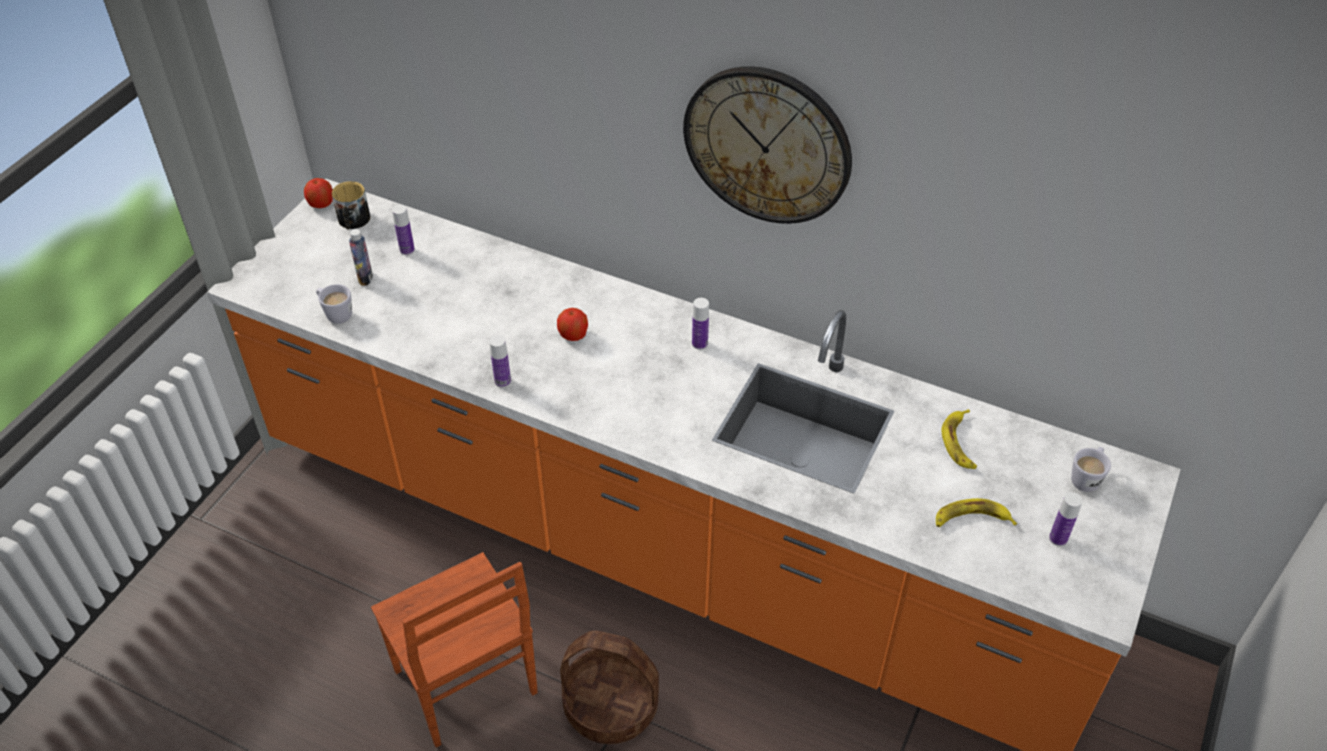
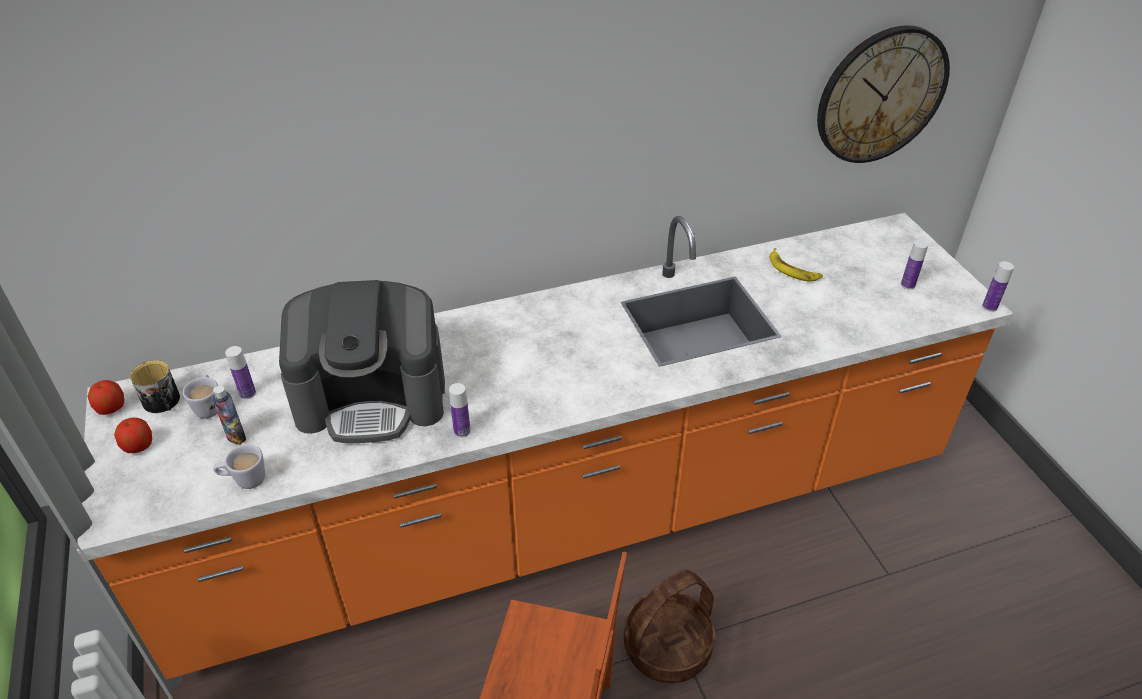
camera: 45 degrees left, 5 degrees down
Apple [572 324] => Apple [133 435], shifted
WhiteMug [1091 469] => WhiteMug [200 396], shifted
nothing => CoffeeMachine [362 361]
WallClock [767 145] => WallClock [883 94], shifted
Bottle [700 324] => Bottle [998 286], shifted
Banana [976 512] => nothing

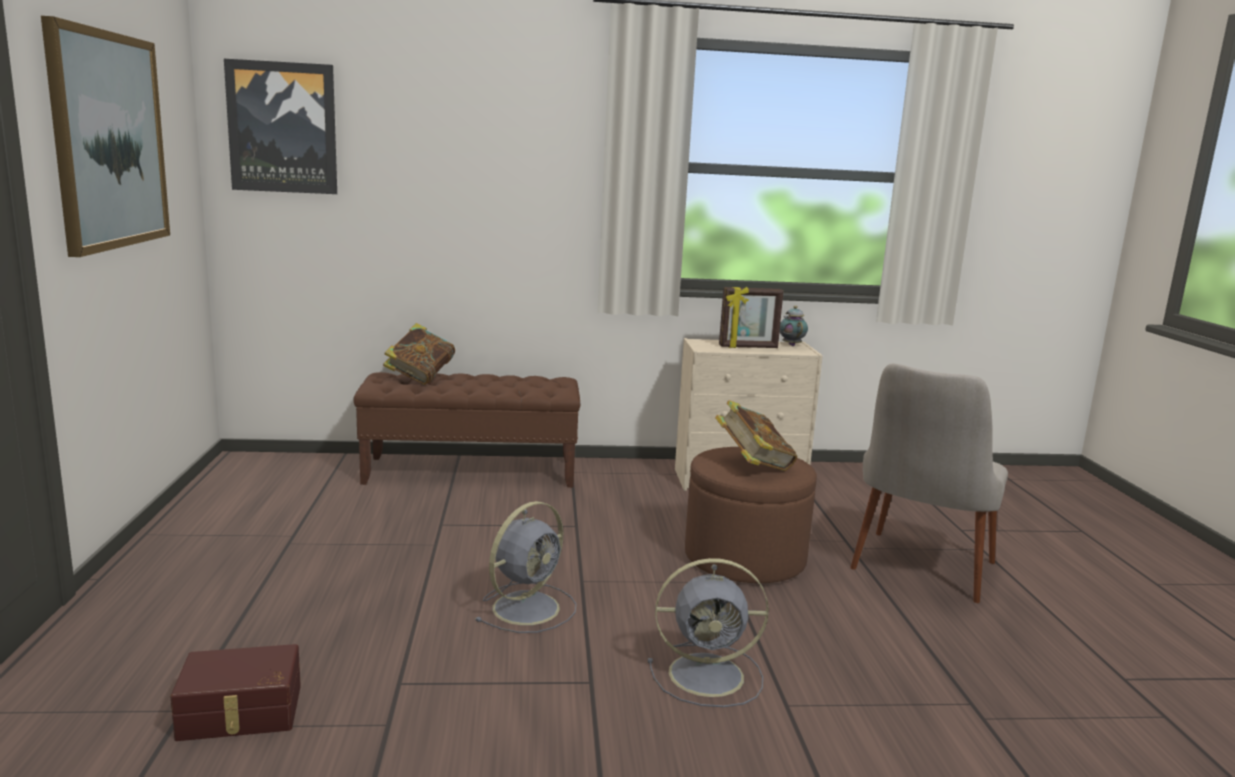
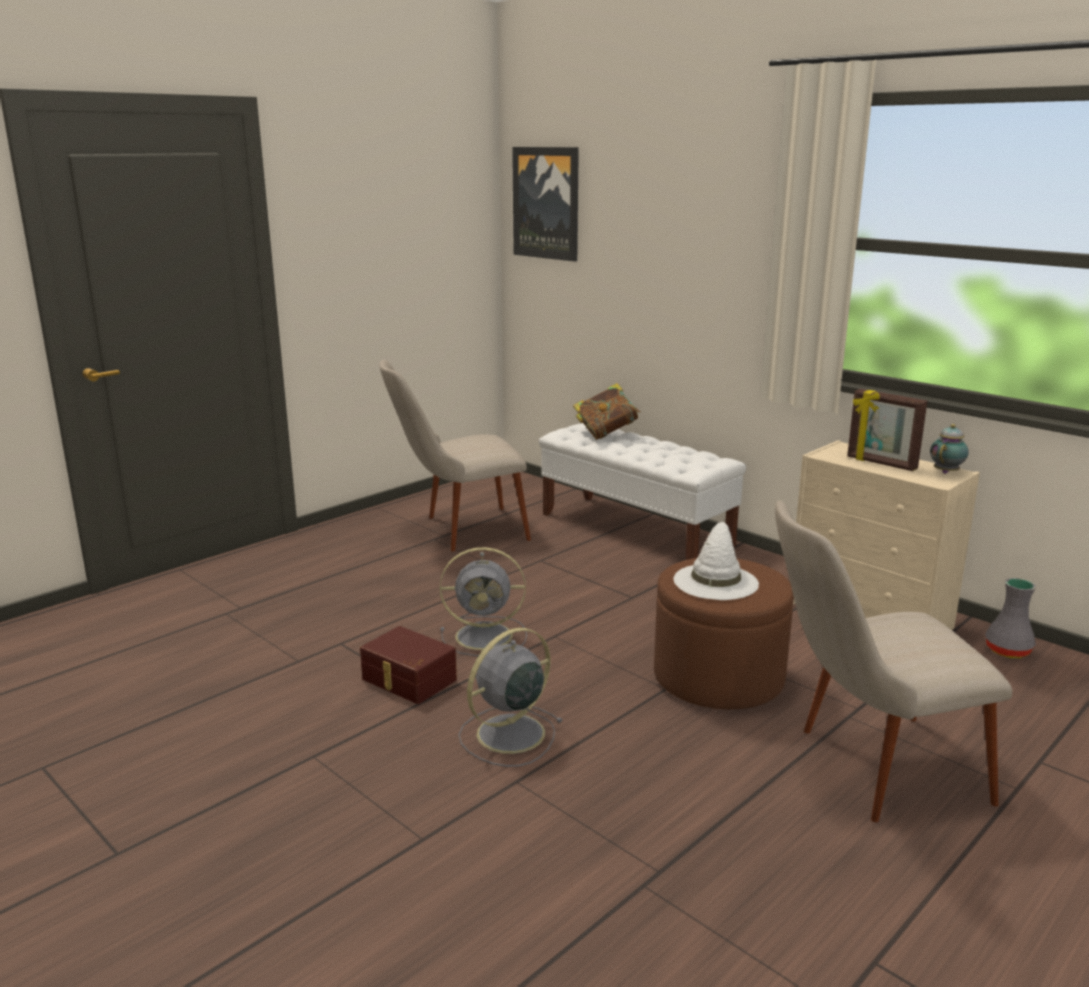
camera: 50 degrees right, 5 degrees up
BrownStorageBox [235 692] => BrownStorageBox [408 665], shifted
nothing => BeigeChair [455 455]
GreyFan [708 632] => GreyFan [510 697], 90 degrees clockwise
BrownBench [466 430] => WhiteBench [642 491]
Book [756 435] => WhiteHat [716 561]
nothing => GreyVase [1010 618]
Picture [105 136] => nothing

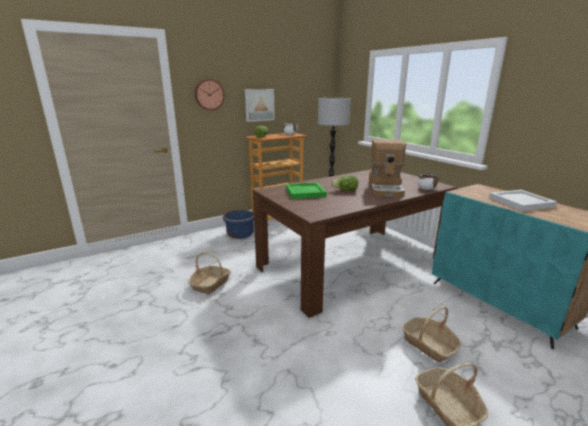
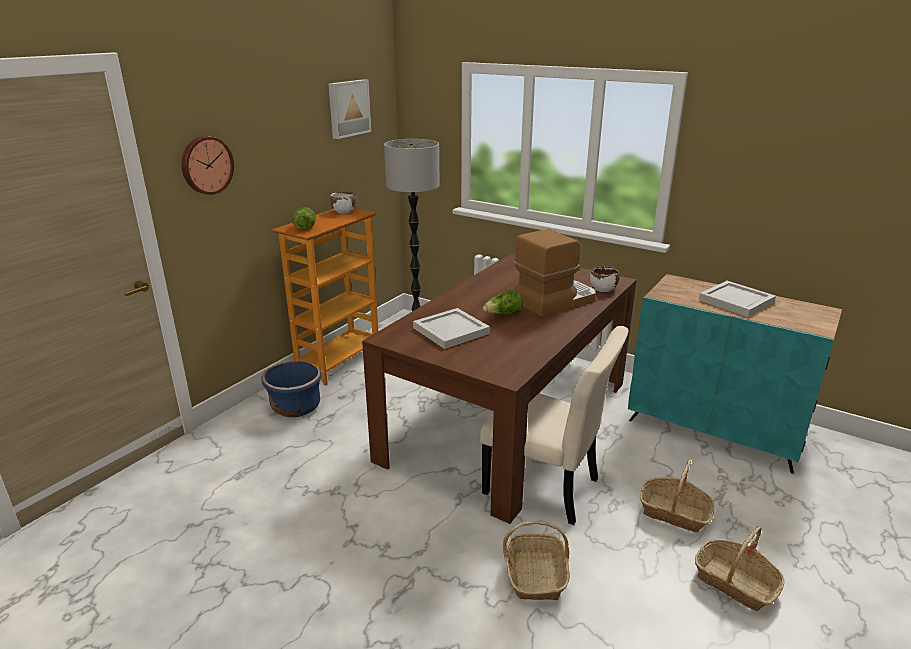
camera: 25 degrees left, 5 degrees up
Picture [260 105] => Picture [349 109], shifted
GreenTray [306 190] => WhiteTray [451 328]
nothing => BeigeChair [554 425]
Basket [209 273] => Basket [536 560], shifted
CoffeeMachine [387 168] => CoffeeMachine [555 273], 105 degrees counterclockwise

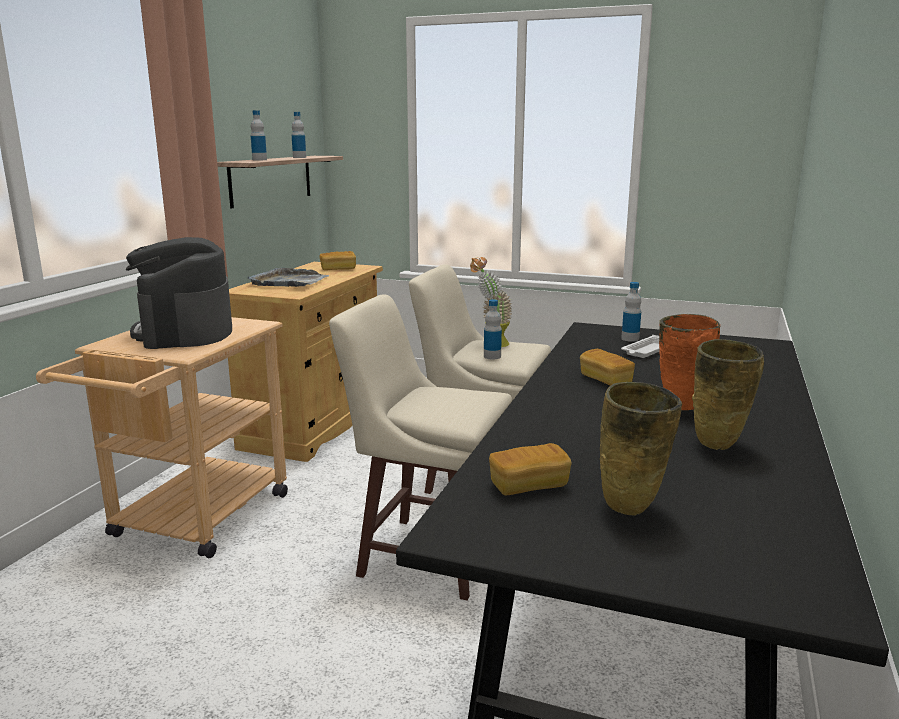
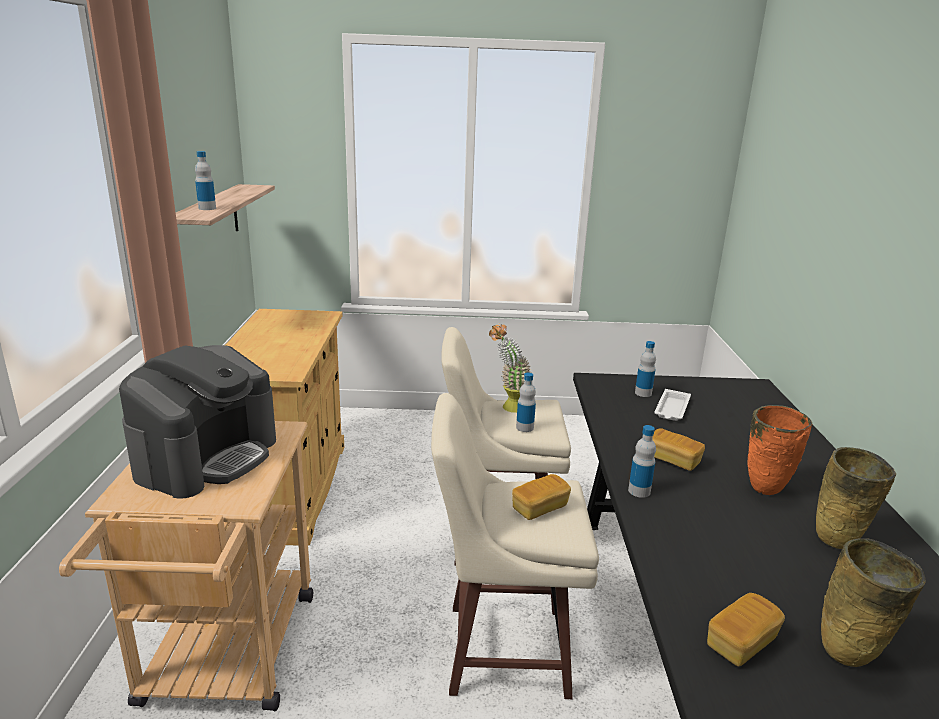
camera: 20 degrees left, 5 degrees up
CoffeeMachine [179 293] => CoffeeMachine [197 422], 120 degrees counterclockwise
Bread [337 260] => Bread [541 497], shifted
Bottle [299 135] => Bottle [642 461], shifted
GreyTray [288 277] => nothing

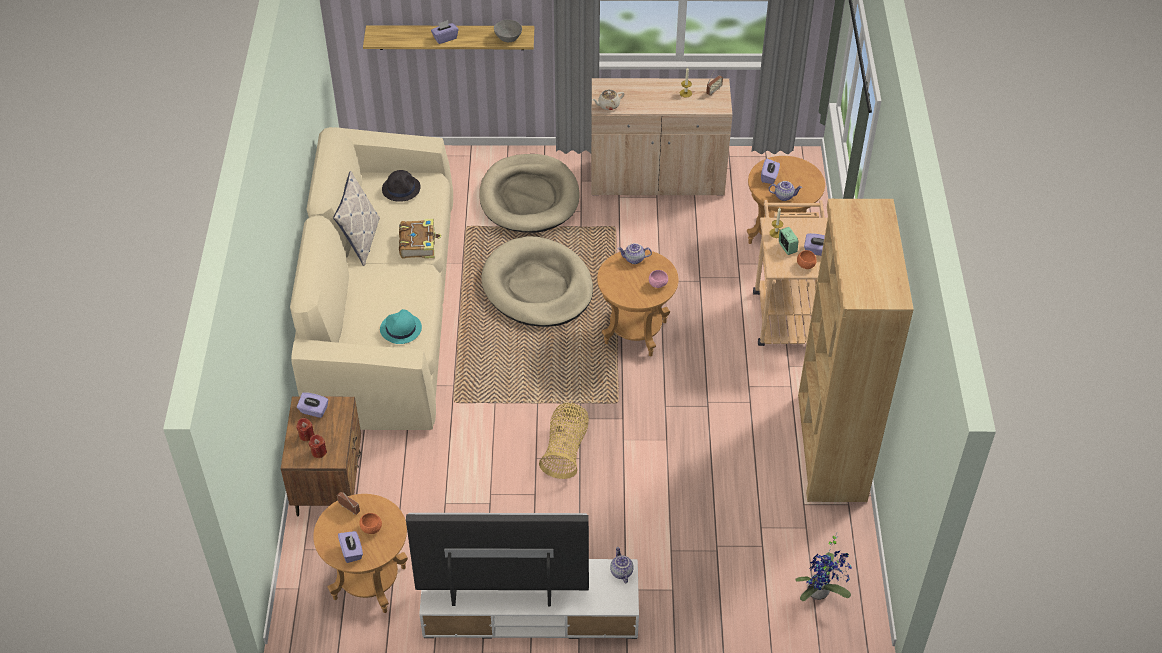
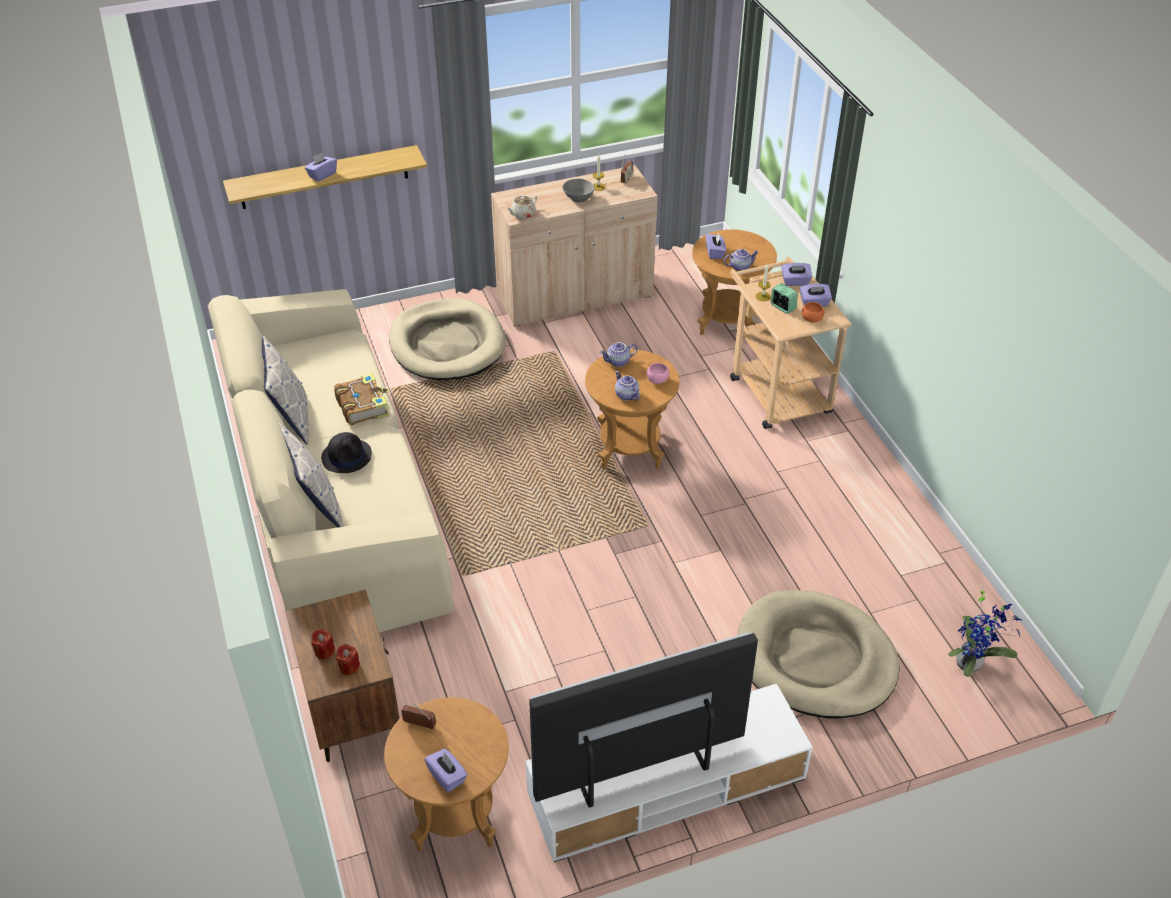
camera: 20 degrees left, 5 degrees down
nothing => Pillow [311 475]
BlackHat [401 186] => BlackHat [346 452], shifted
GreyBowl [508 31] => GreyBowl [579 190], shifted
Teapot [622 565] => Teapot [627 386], shifted
BeigeDogBed [537 281] => BeigeDogBed [818 654], shifted
PurpleTissueBox [312 405] => PurpleTissueBox [796 274], shifted
OrangeBowl [370 523] => nothing
TurquoiseHat [401 326] => nothing
Basket [564 441] => nothing
BrownBookcase [856 350] => nothing

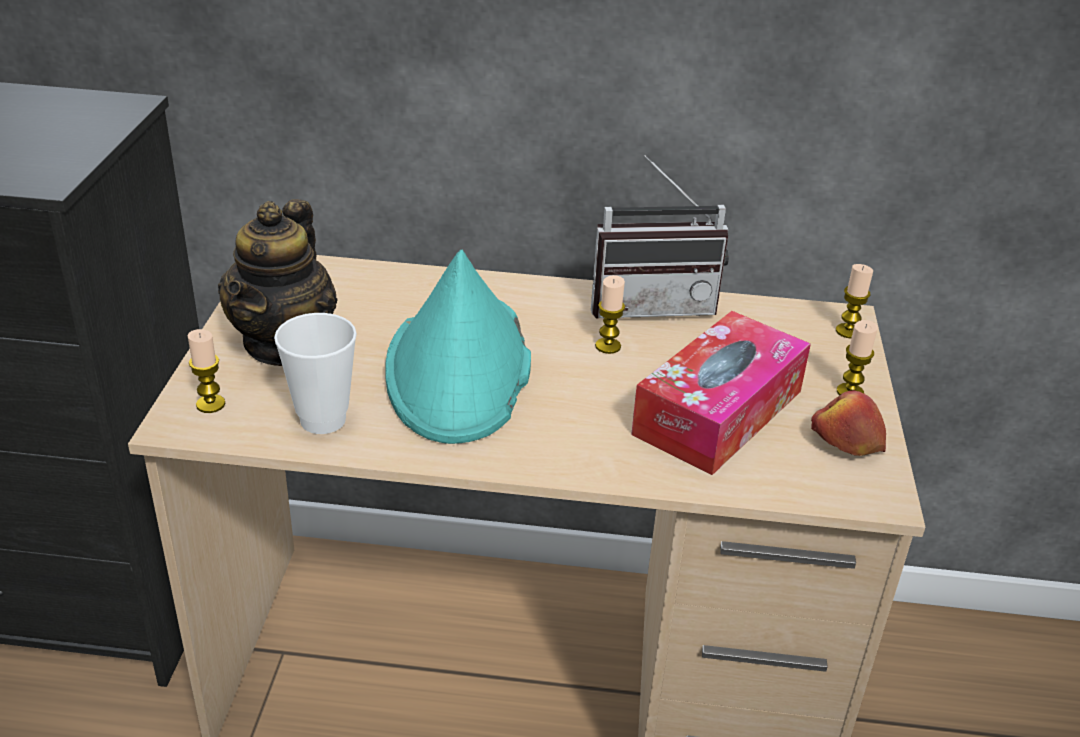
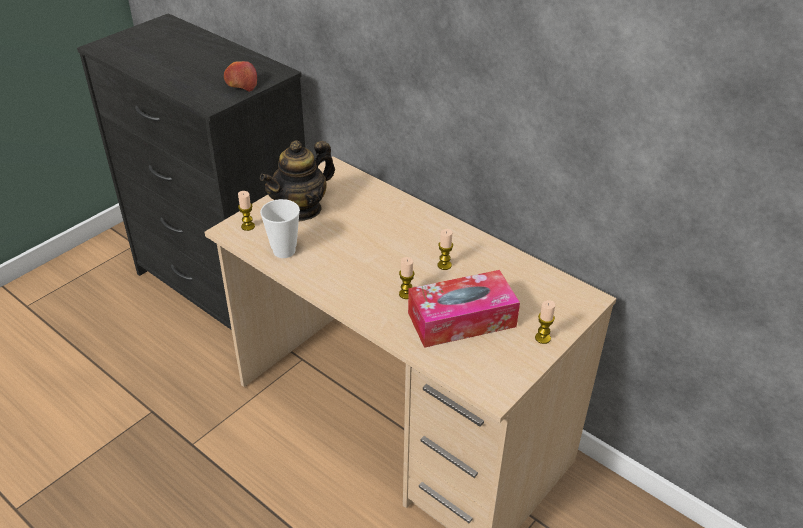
camera: 35 degrees right, 5 degrees up
Apple [848 423] => Apple [240 76], shifted
Candle [854 301] => Candle [407 278], shifted
TurquoiseHat [458 347] => nothing
Radio [660 236] => nothing

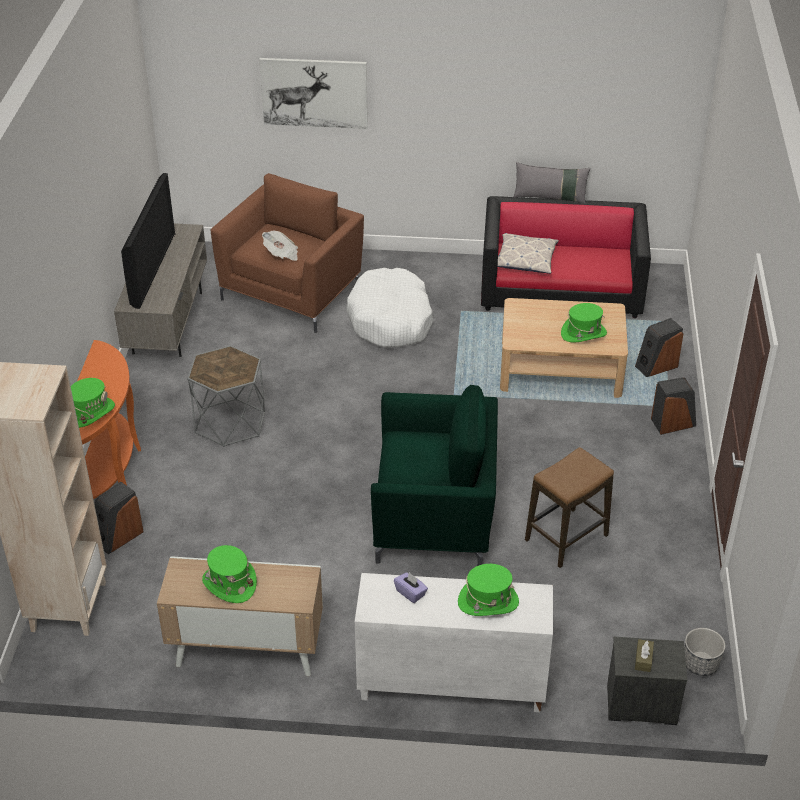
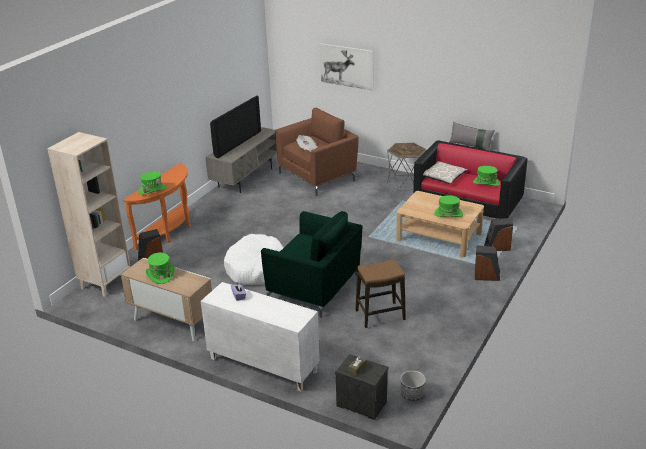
camera: 25 degrees right, 10 degrees down
WhiteDogBed [390 308] => WhiteDogBed [254 259], shifted
GreySideTable [226 396] => GreySideTable [407 167], shifted
GreenHat [488 590] => GreenHat [486 176], shifted

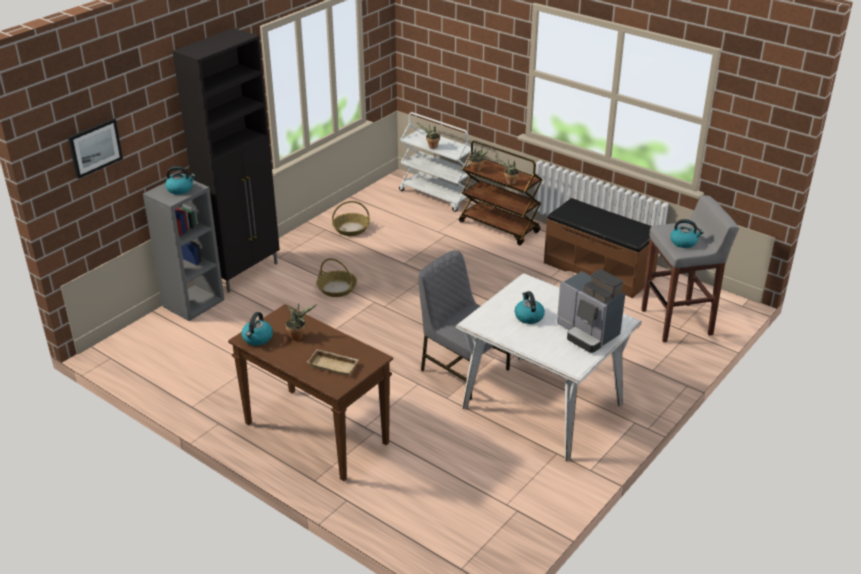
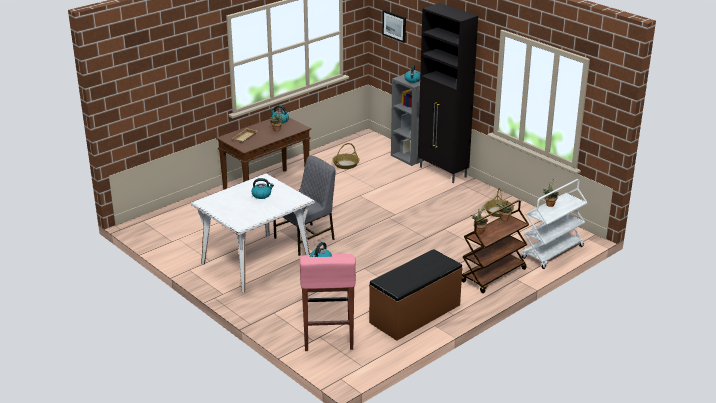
camera: 100 degrees right, 5 degrees down
GreyStool [690 268] => PinkStool [328 302]
Basket [336 277] => Basket [346 156], shifted
CoffeeMachine [591 311] => nothing

